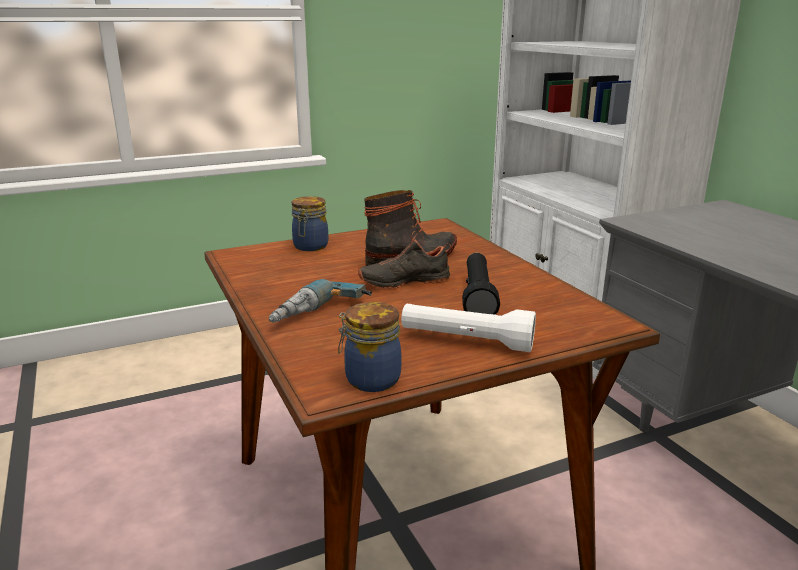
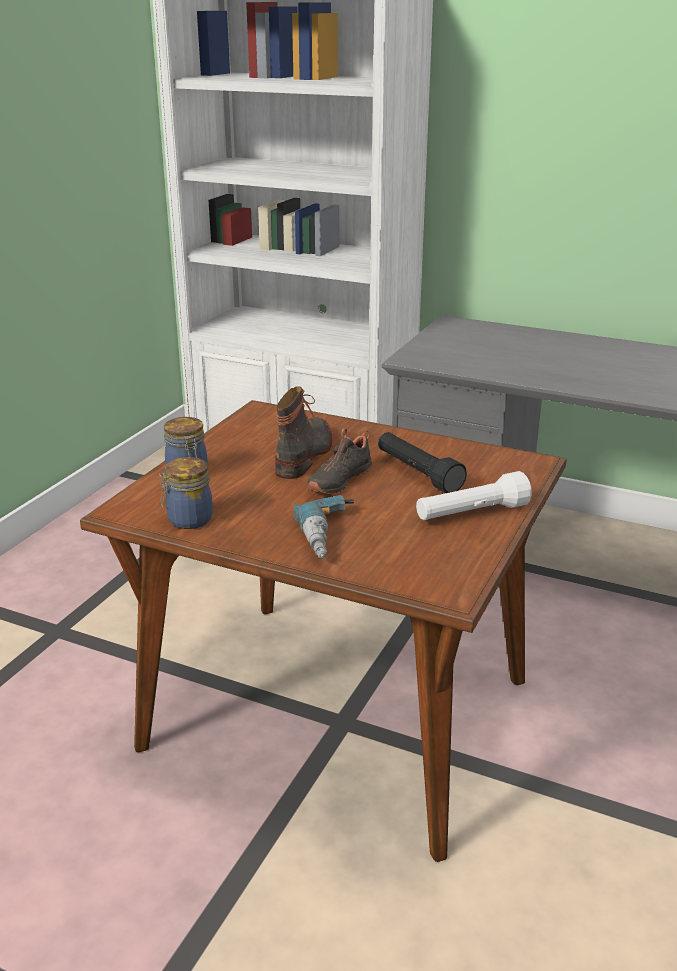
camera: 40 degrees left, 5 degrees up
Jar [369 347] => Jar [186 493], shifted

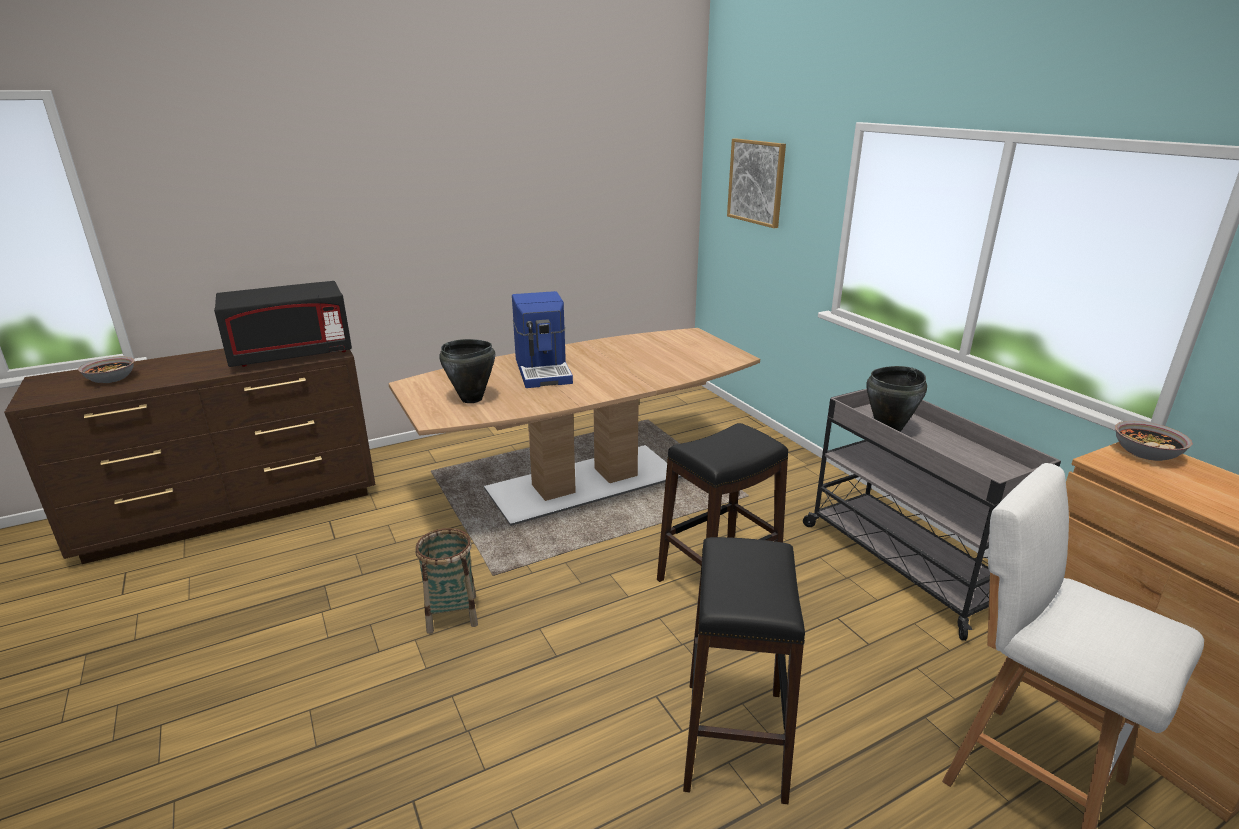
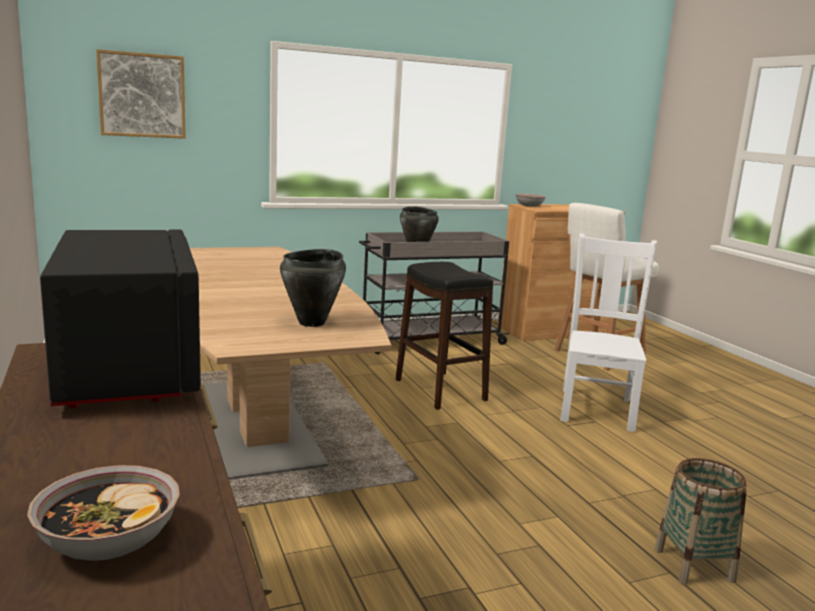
camera: 85 degrees left, 10 degrees down
BlackStool [744 670] => WhiteChair [608 333]
Basket [446 581] => Basket [701 521], shifted
CoffeeMachine [542 339] => nothing

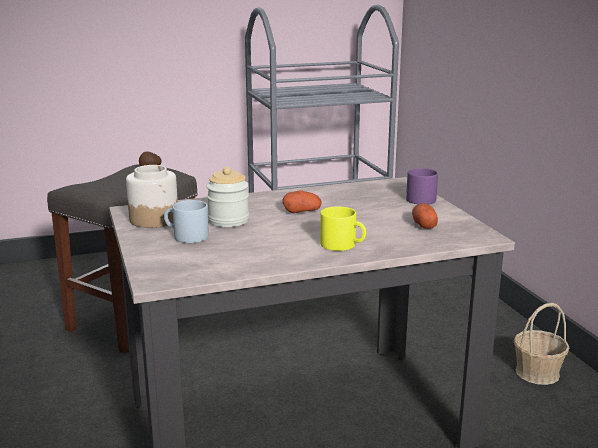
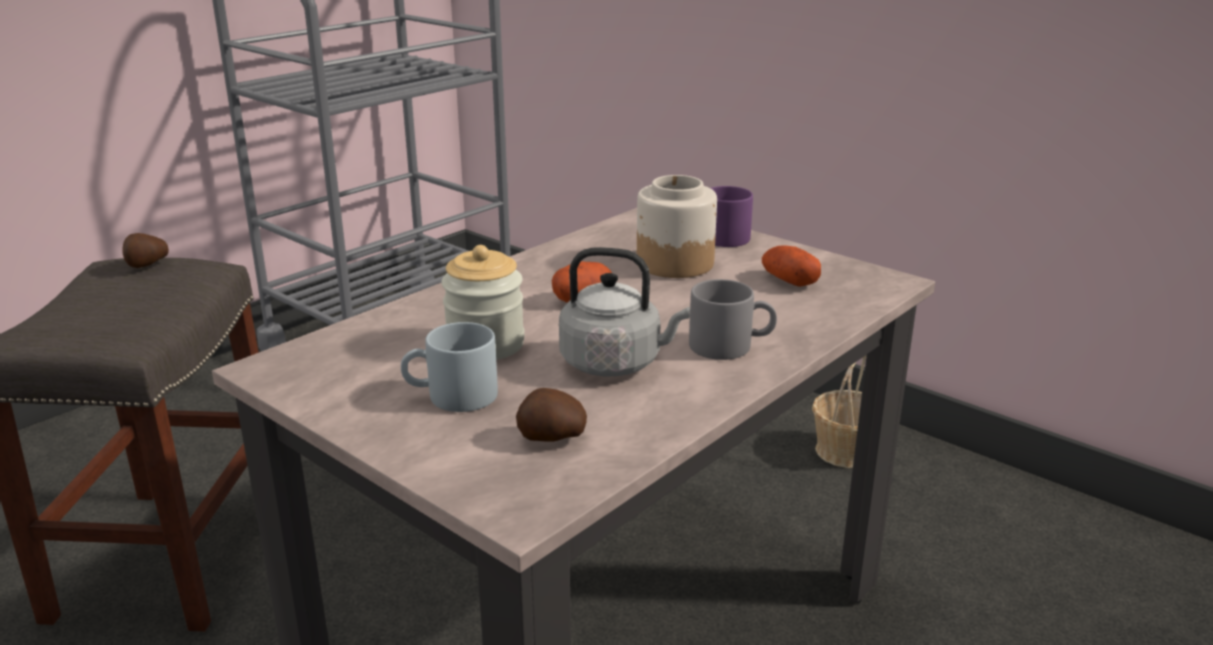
camera: 30 degrees left, 5 degrees up
nothing => Potato [551 415]
nothing => GreyKettle [624 311]
Jar [152 196] => Jar [677 226], shifted
YellowMug [343 228] => GreyMug [733 319]

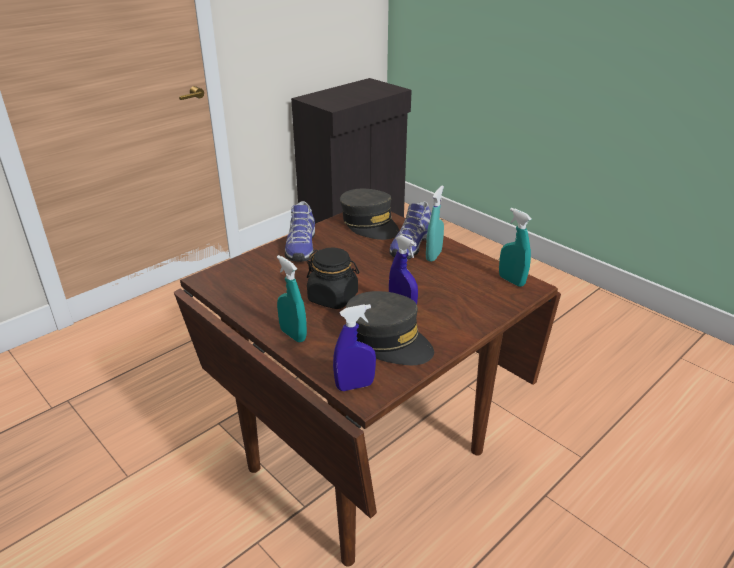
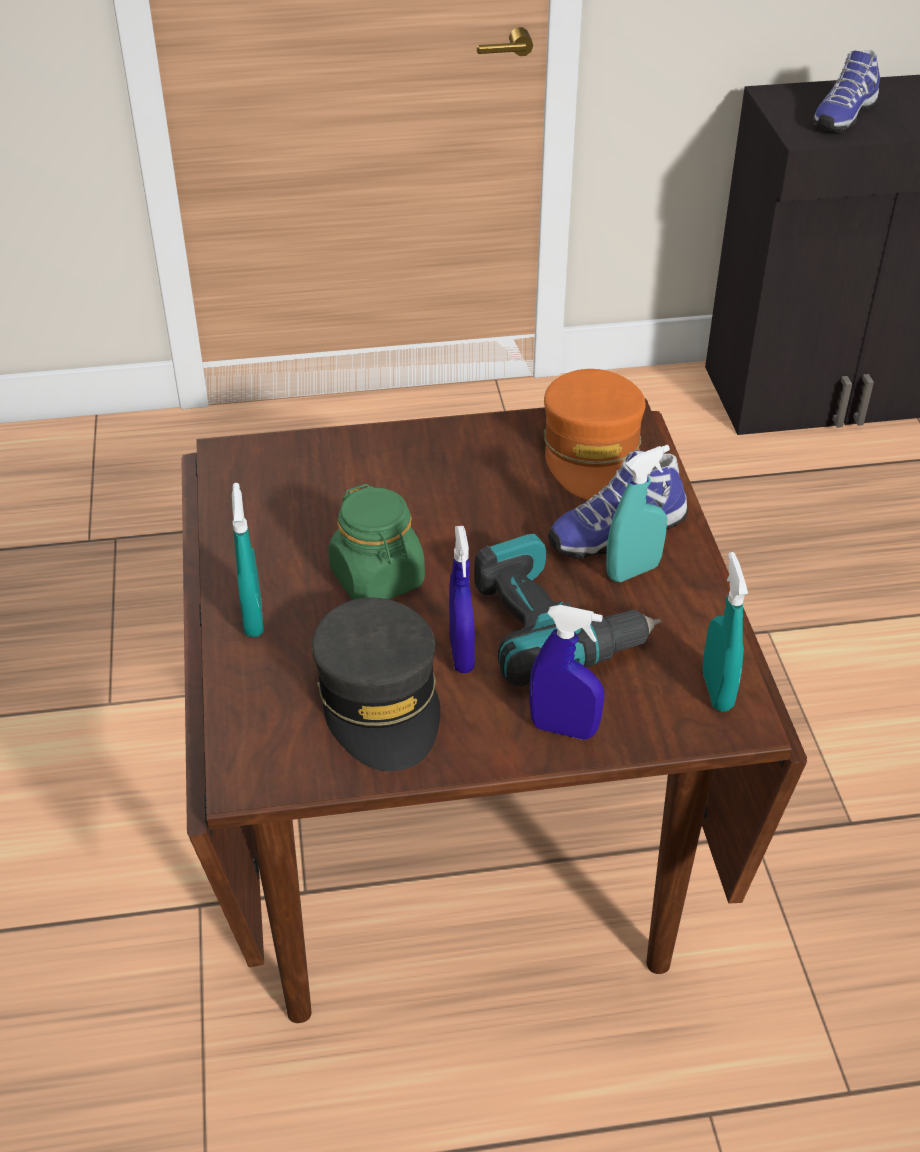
camera: 35 degrees right, 10 degrees up
BlackJar [333 278] => GreenJar [376 542]
nothing => PowerDrill [567 610]
BlueSprayBottle [354 347] => BlueSprayBottle [566 672], shifted
GreyCap [369 214] => OrangeCap [595 434]
Shoe [300 231] => Shoe [846 91], shifted

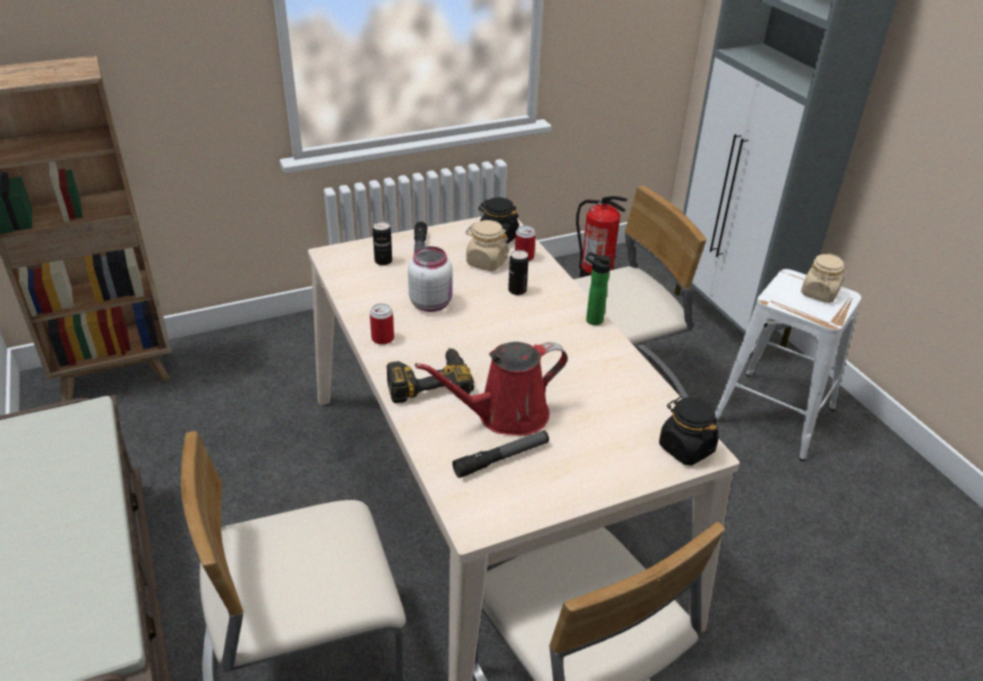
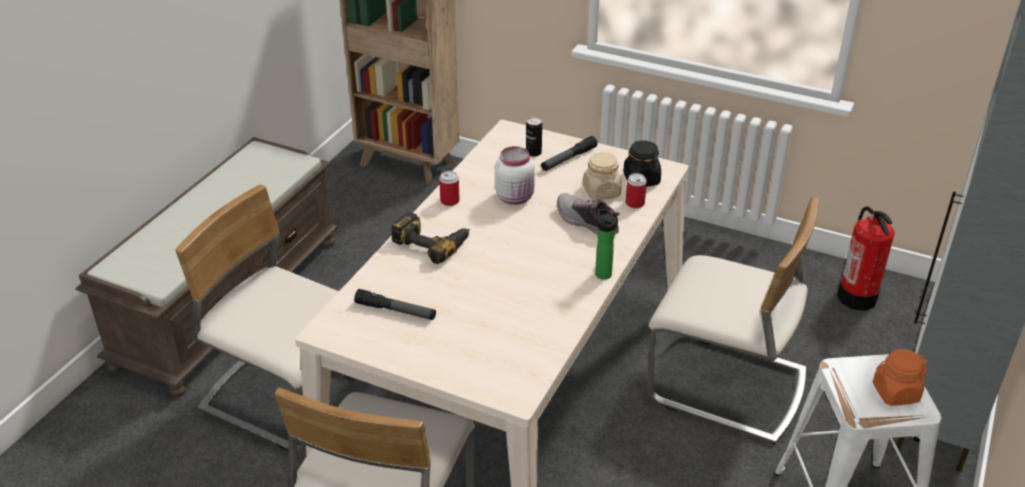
camera: 50 degrees right, 0 degrees up
Can [518 272] => Shoe [588 214]
BeigeJar [822 278] => OrangeJar [900 377]
RedWateringCan [491 389] => nothing
BlackJar [688 431] => nothing

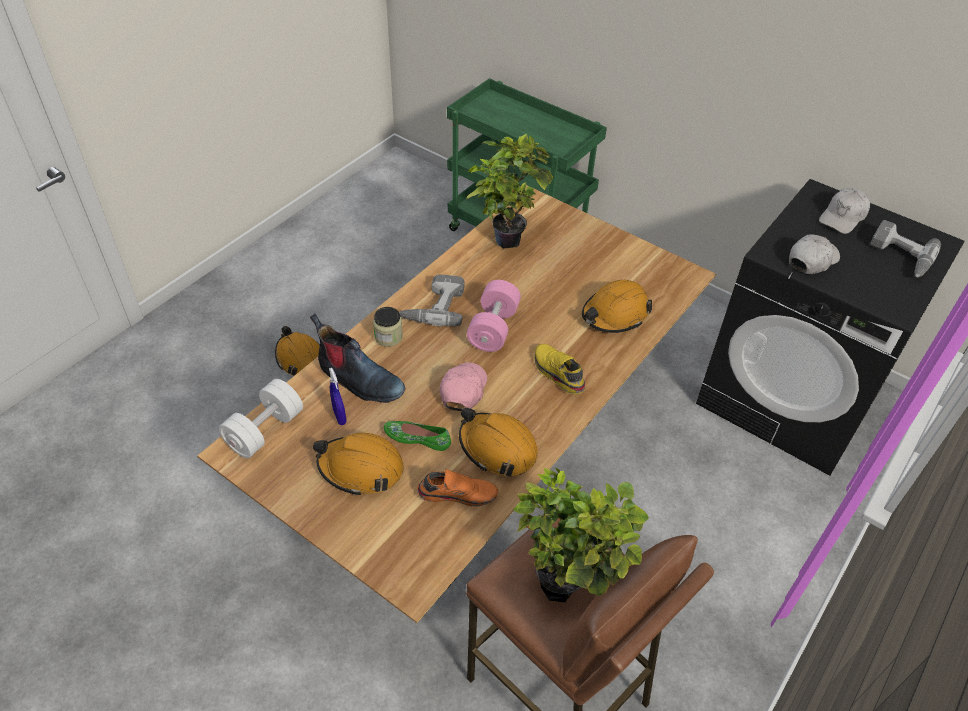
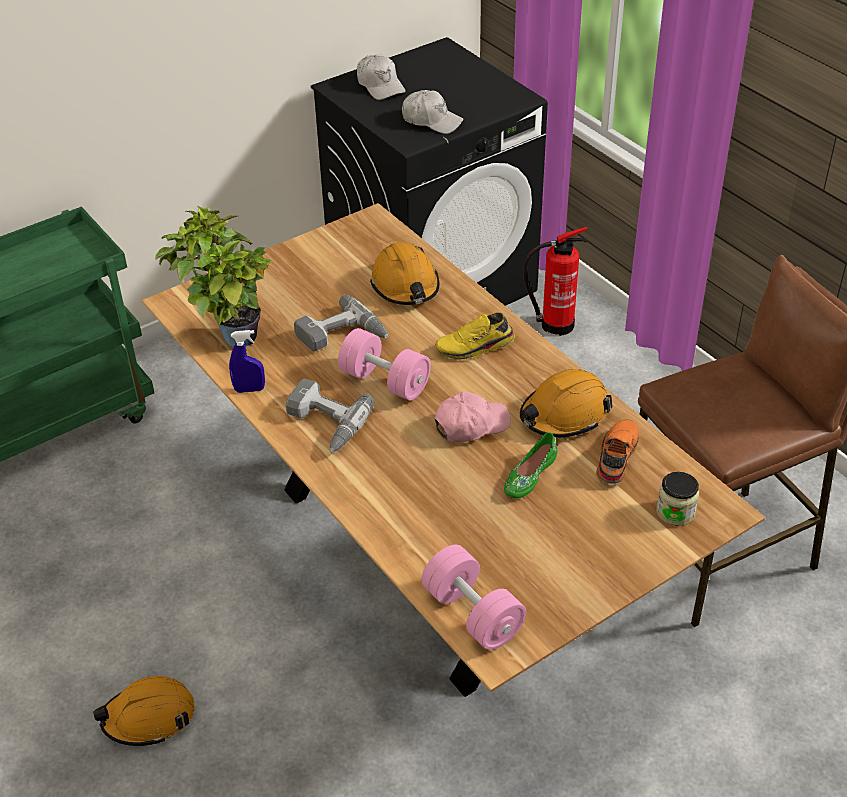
camera: 70 degrees left, 5 degrees down
BlueSprayBottle [338 396] => BlueSprayBottle [247 361], shifted
PowerDrill [905 248] => PowerDrill [341 323], shifted
WhiteCap [814 254] => WhiteCap [432 112], 135 degrees clockwise
WhiteDumbbell [261 418] => PinkDumbbell [473 597]
PinkCap [463 386] => PinkCap [473 417], 120 degrees clockwise
nothing => FireExtinguisher [555 281]
Jar [388 327] => Jar [677 499], shifted
Boot [357 358] => nothing
OrangeHardHat [358 464] => nothing
PottedPlant [581 535] => nothing

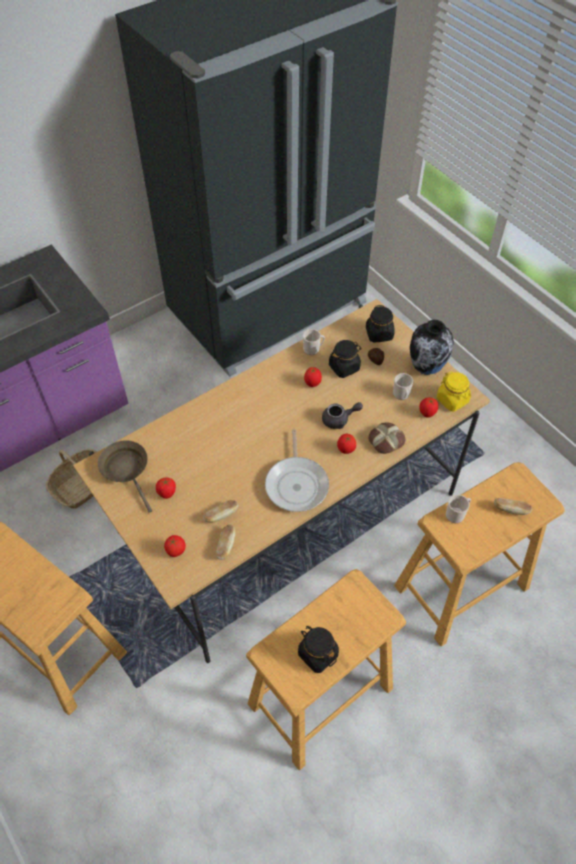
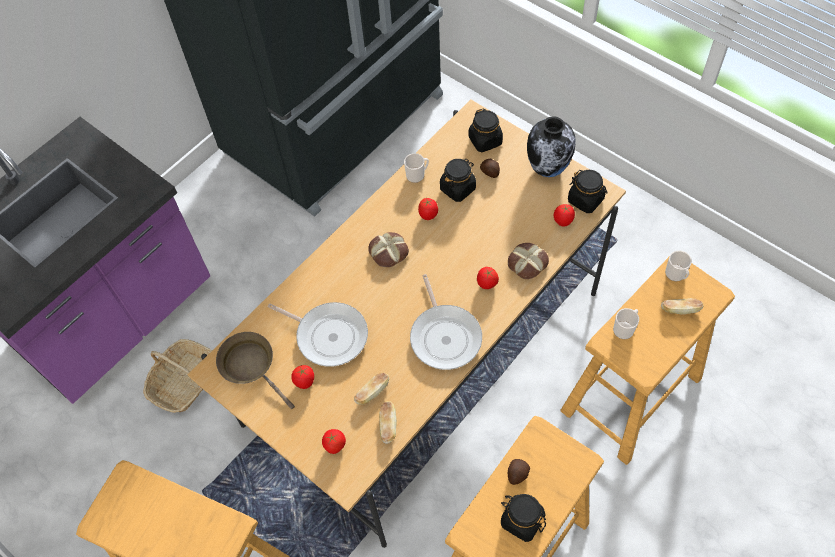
camera: 10 degrees left, 5 degrees up
nothing => FryingPan [318 334]
nothing => Bread [388 249]
nothing => Potato [519 472]
YellowJar [454 391] => BlackJar [588 191]
Mug [403 386] => Mug [678 266], shifted
GreyTeapot [342 415] => nothing

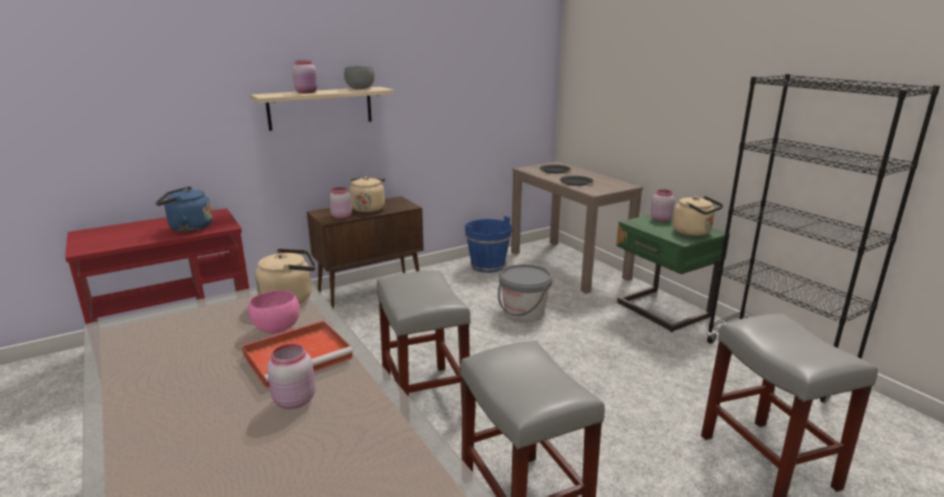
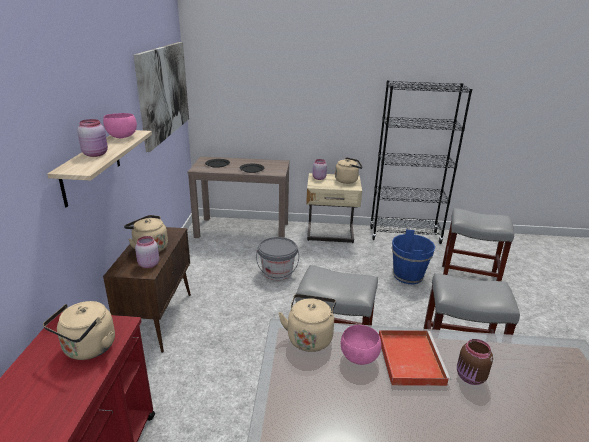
camera: 55 degrees left, 5 degrees up
BlueKettle [184 209] => BeigeKettle [79 330]
GreyBowl [359 77] => PinkBowl [120 125]
nothing => Picture [161 97]
GreenNightstand [673 273] => BeigeNightstand [334 208]
BlueBucket [488 244] => BlueBucket [413 257], shifted
PinkJar [291 376] => BrownJar [475 362]

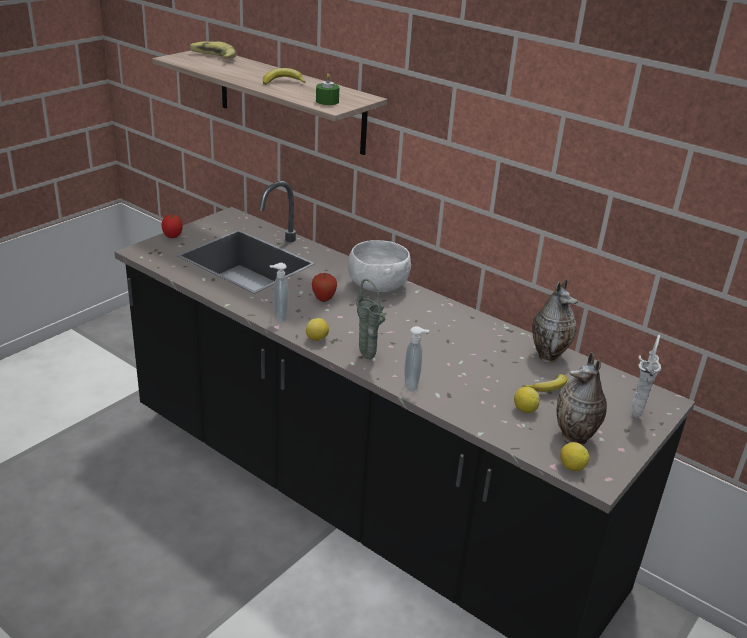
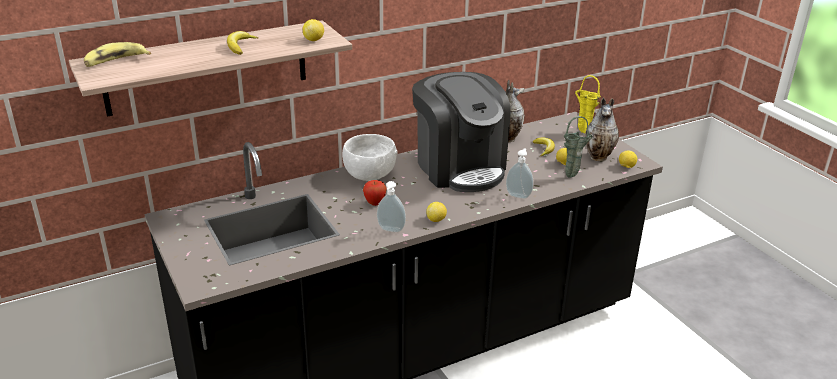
camera: 65 degrees left, 0 degrees up
GreenCandle [327 89] => Lemon [313 30]
nothing => CoffeeMachine [461 132]
GreenVase [370 319] => GreenVase [578 147], shifted
WhiteVase [646 377] => YellowVase [588 104]
Tomato [172 226] => nothing

